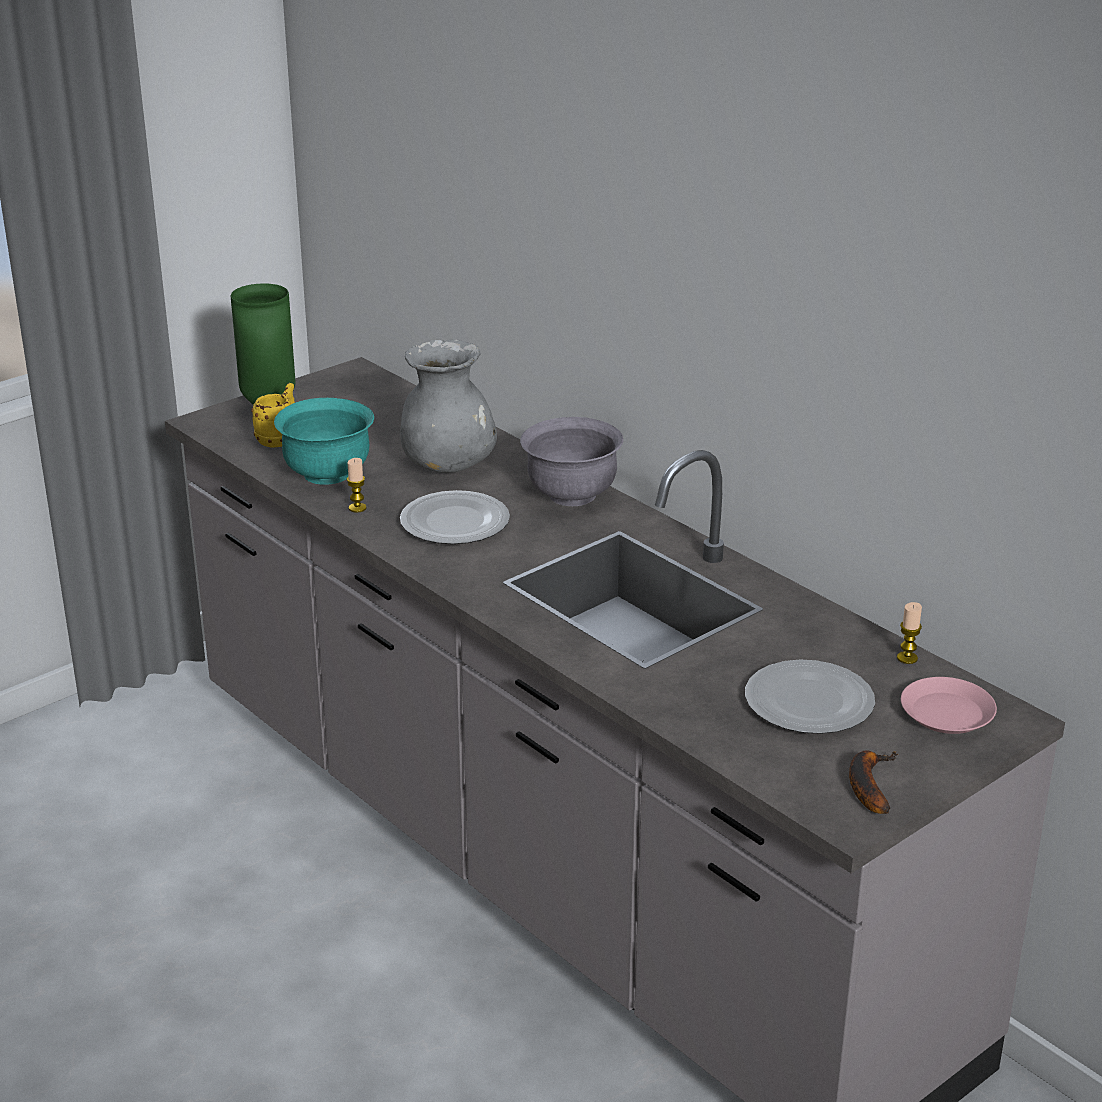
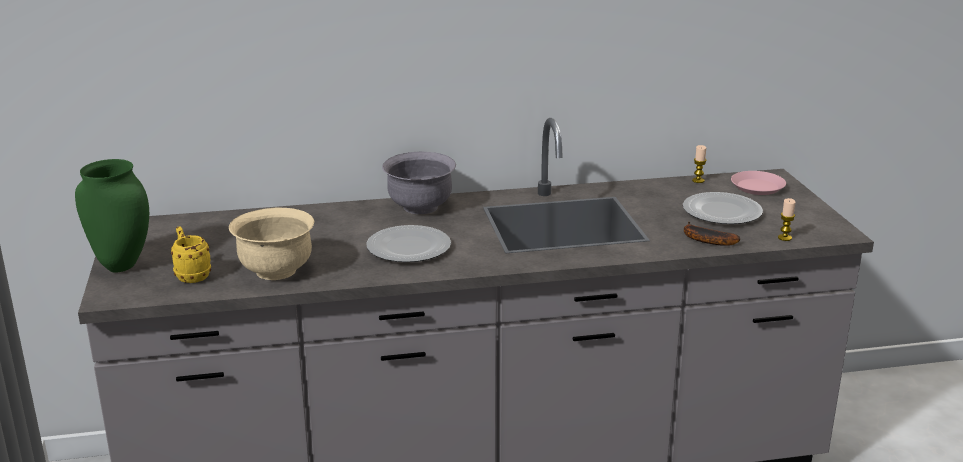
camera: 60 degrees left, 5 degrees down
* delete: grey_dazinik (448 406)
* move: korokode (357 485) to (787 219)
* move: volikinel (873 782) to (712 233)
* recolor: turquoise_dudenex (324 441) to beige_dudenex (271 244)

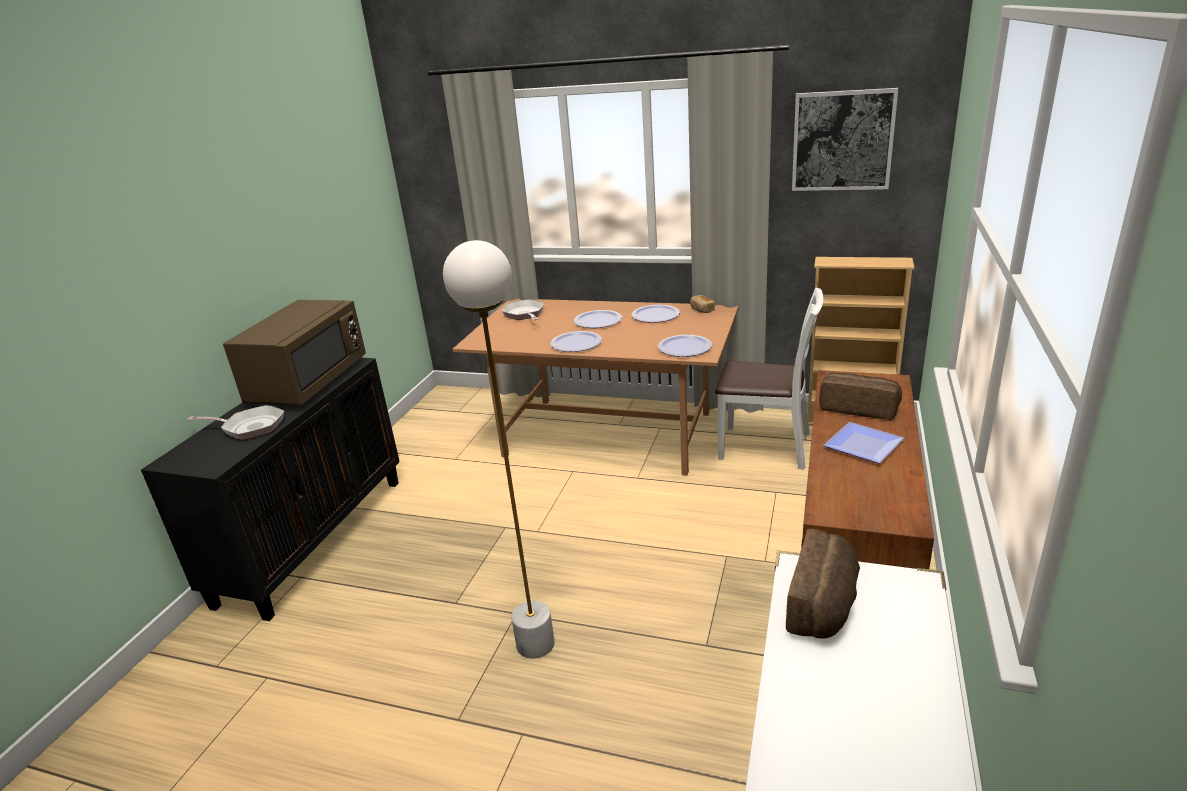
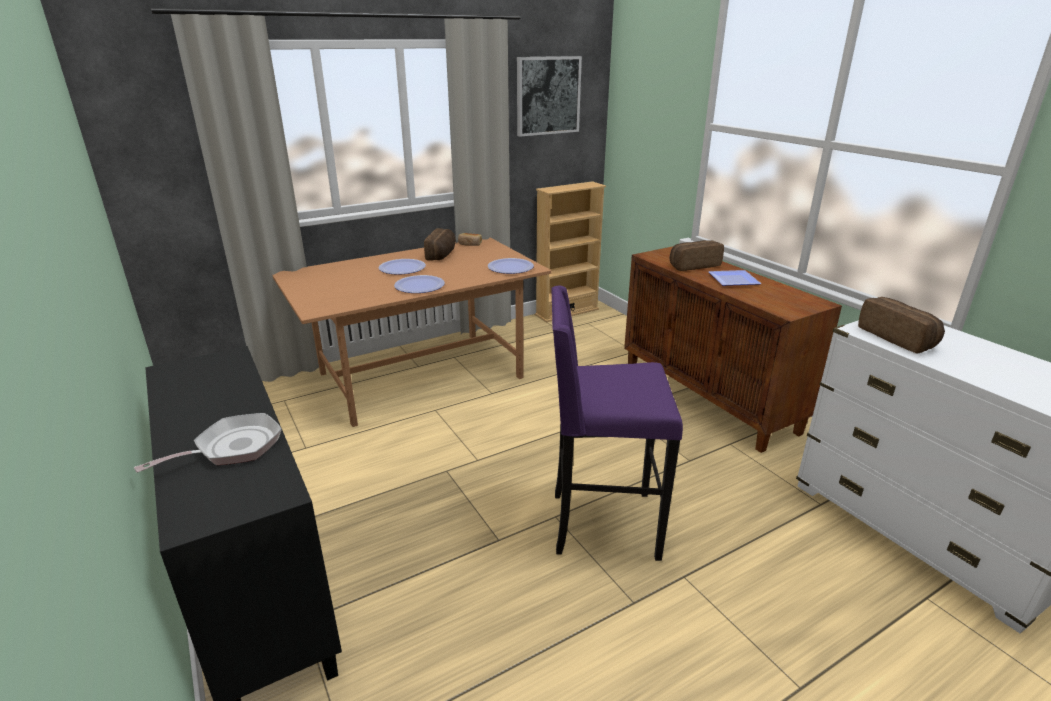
camera: 50 degrees left, 0 degrees up
* delete: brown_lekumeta (294 353)
* delete: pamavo (523 309)
* delete: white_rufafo (769 379)
* replace: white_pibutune (499 449) to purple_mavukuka (617 423)
* replace: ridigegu (656 314) to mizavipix (440 244)

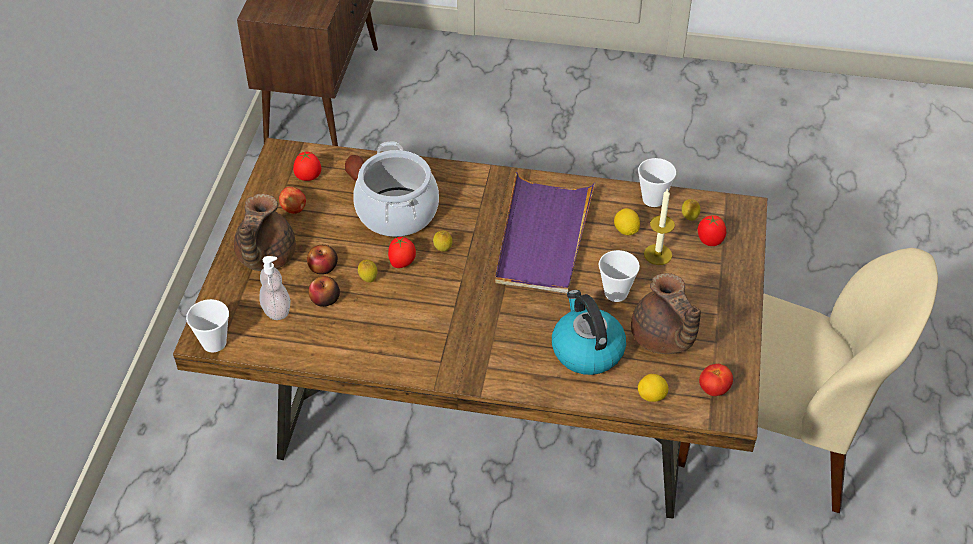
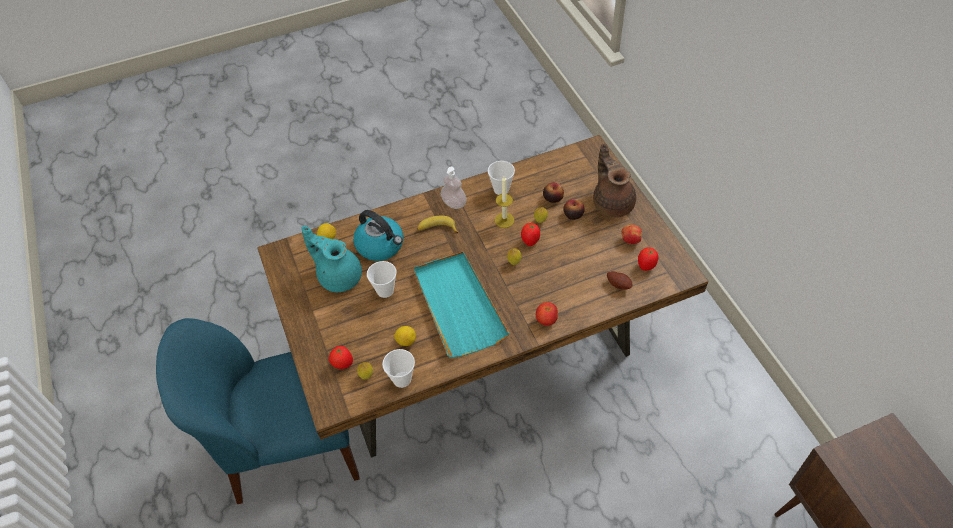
camera: 150 degrees right, 5 degrees up
* delete: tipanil (396 189)
* insert: volikinel (438 224)
* move: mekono (207 326) to (501 178)
* move: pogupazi (274 288) to (454 188)
* move: korokode (659 226) to (504 202)
* move: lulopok (716 380) to (547 314)
* recolor: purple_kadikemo (545 233) to turquoise_kadikemo (462 304)
* recolor: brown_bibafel (666 313) to turquoise_bibafel (331 258)
* recolor: beige_rufafo (808 380) to blue_rufafo (258 411)

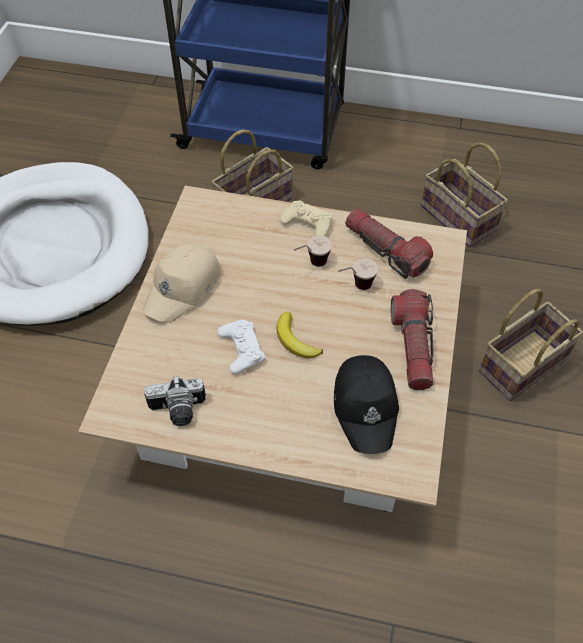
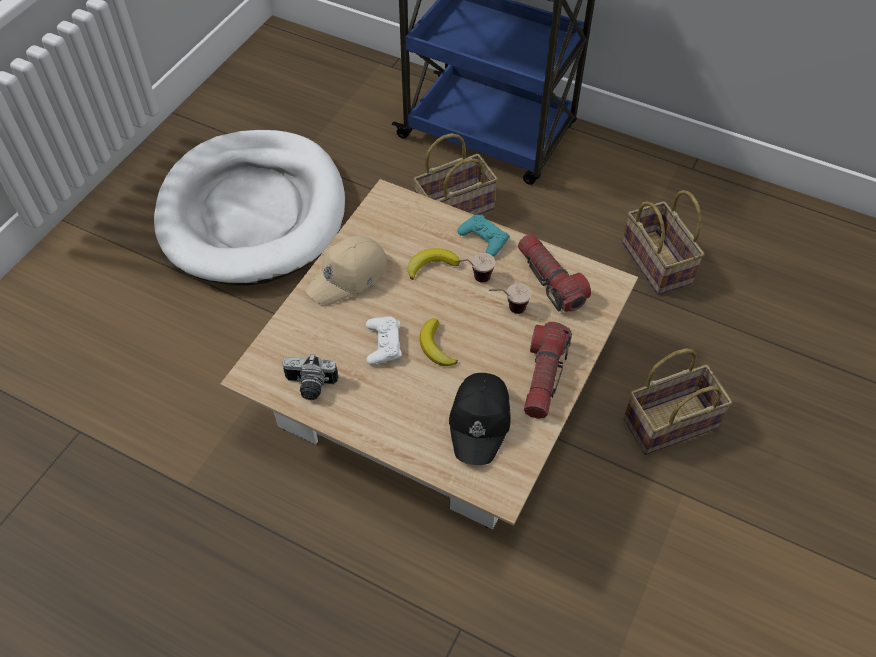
camera: 15 degrees right, 0 degrees up
* insert: volikinel (434 264)
* recolor: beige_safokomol (306 218) to turquoise_safokomol (483 236)

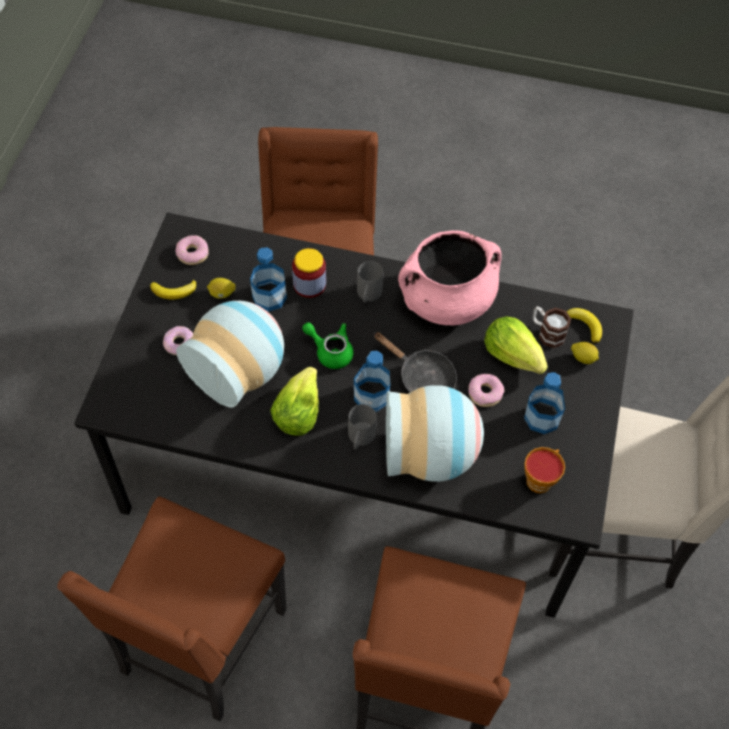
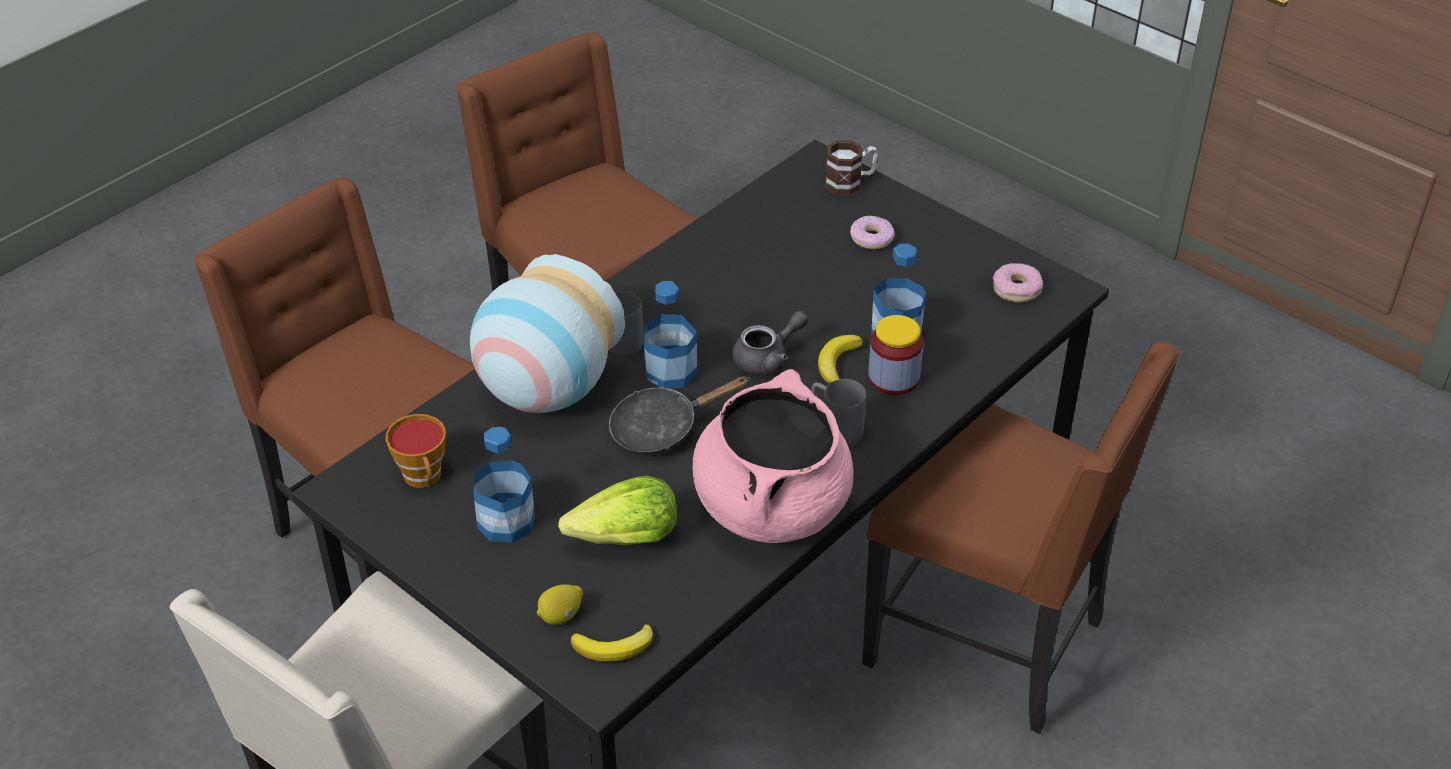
camera: 120 degrees right, 15 degrees down
* delete: dazinik (230 354)
* delete: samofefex (221 288)
* delete: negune (294 401)
* delete: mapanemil (486 390)
* move: volikinel (173 289) to (840 359)
* move: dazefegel (552 327) to (852 168)
* recolor: green_bibafel (328 345) to grey_bibafel (769 343)

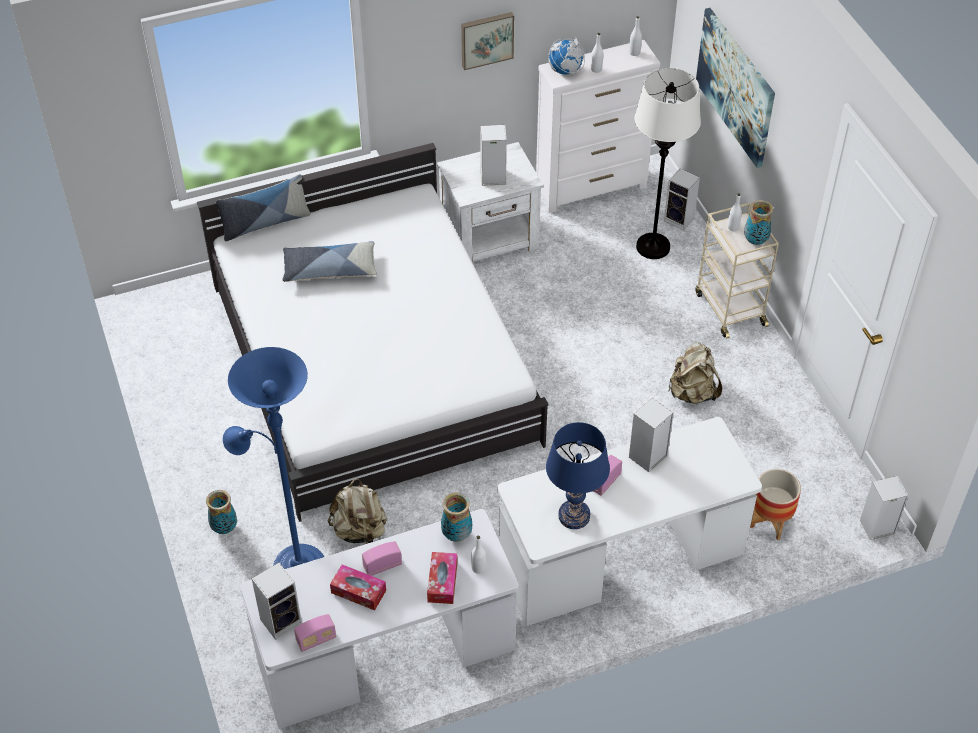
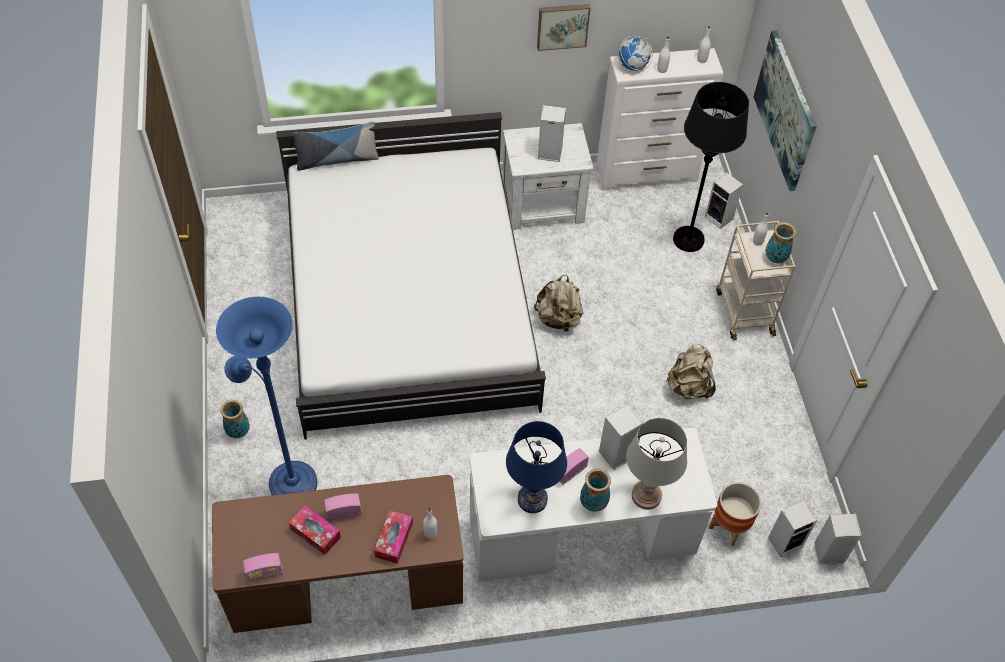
camera: 10 degrees right, 5 degrees up
* delete: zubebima (329 261)
* insert: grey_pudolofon (656 464)
* move: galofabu (277 601) to (792 529)
* move: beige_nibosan (357 511) to (559 304)
* move: dazinik (456 517) to (595 490)
* recolor: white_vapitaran (379 619) to brown_vapitaran (337 554)
* recolor: white_pibutune (667 163) to black_pibutune (711 167)

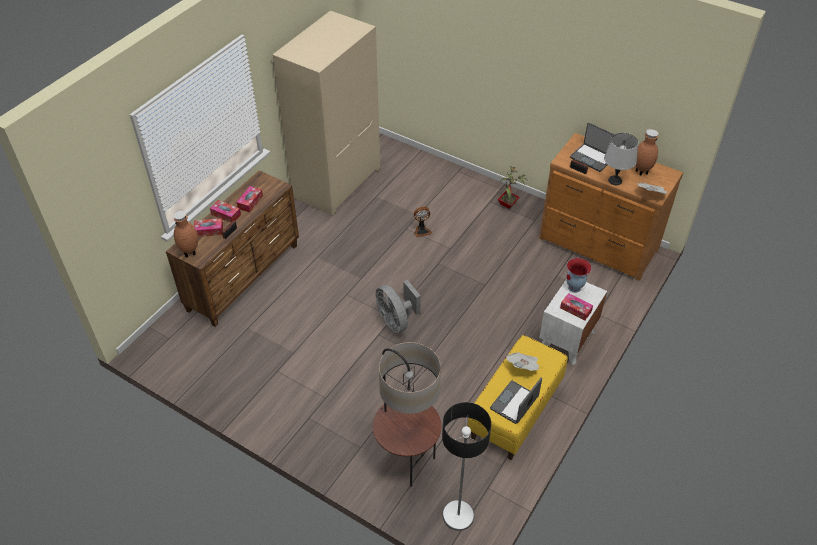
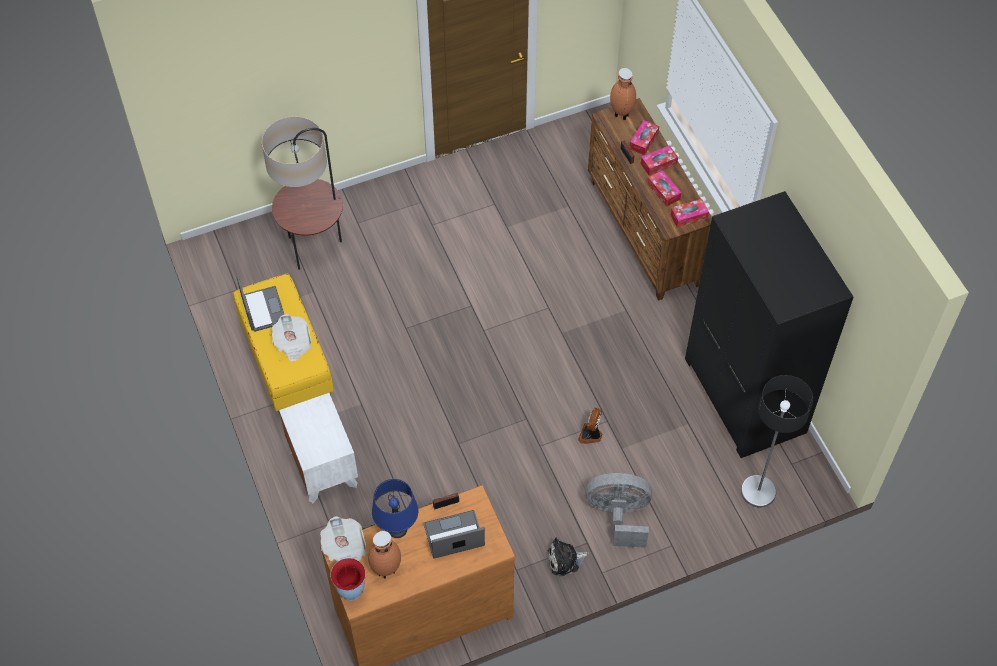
camera: 125 degrees right, 10 degrees up
* move: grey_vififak (398 306) to (618 510)
* move: pibutune (466 466) to (777 441)
* move: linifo (576 307) to (689 213)
* move: dazinik (578 275) to (348 579)
* replace: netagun (512 187) to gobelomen (568 556)
* recolor: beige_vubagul (326 113) to black_vubagul (769 324)
* recolor: grey_pudolofon (621 159) to blue_pudolofon (395 508)

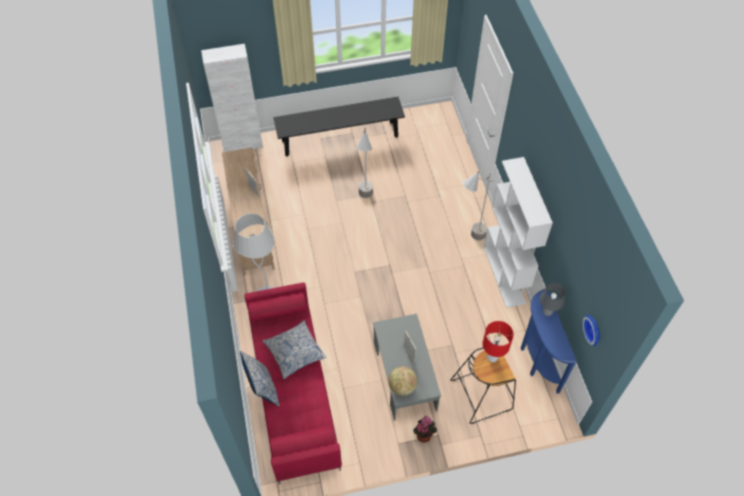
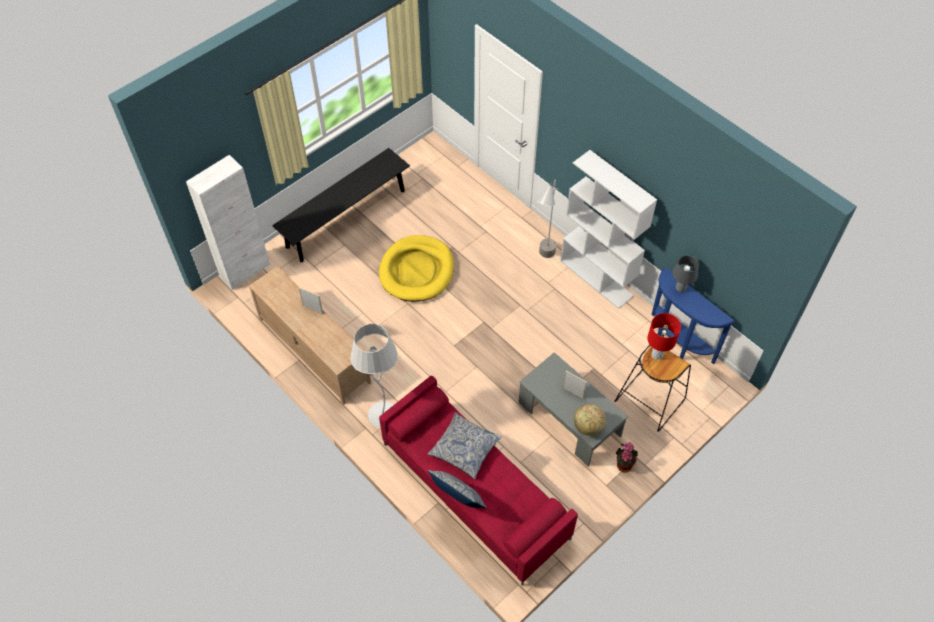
camera: 30 degrees left, 0 degrees up
* delete: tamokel (591 330)
* replace: grey_pibutune (364 163) to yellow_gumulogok (416 268)

